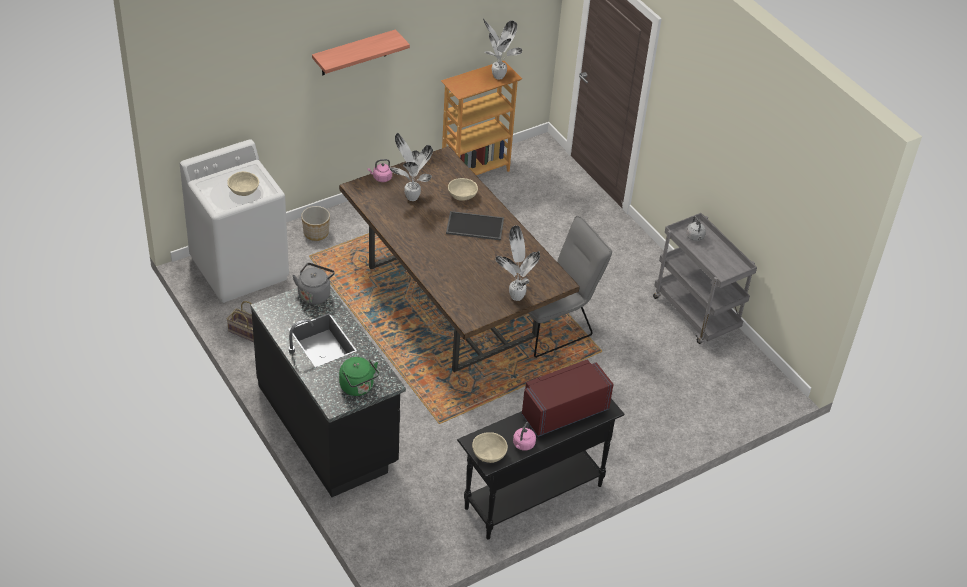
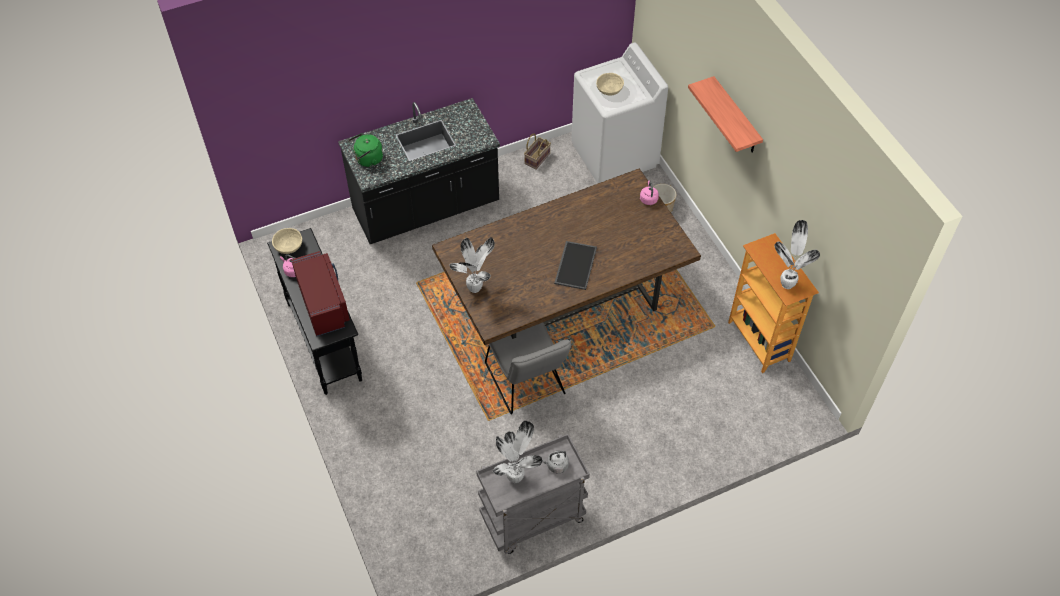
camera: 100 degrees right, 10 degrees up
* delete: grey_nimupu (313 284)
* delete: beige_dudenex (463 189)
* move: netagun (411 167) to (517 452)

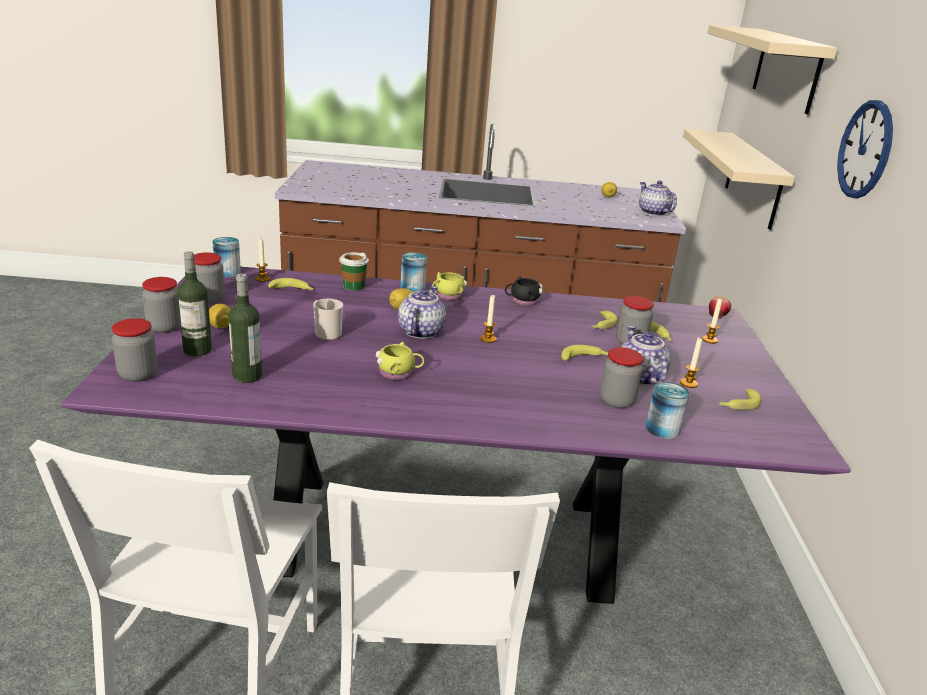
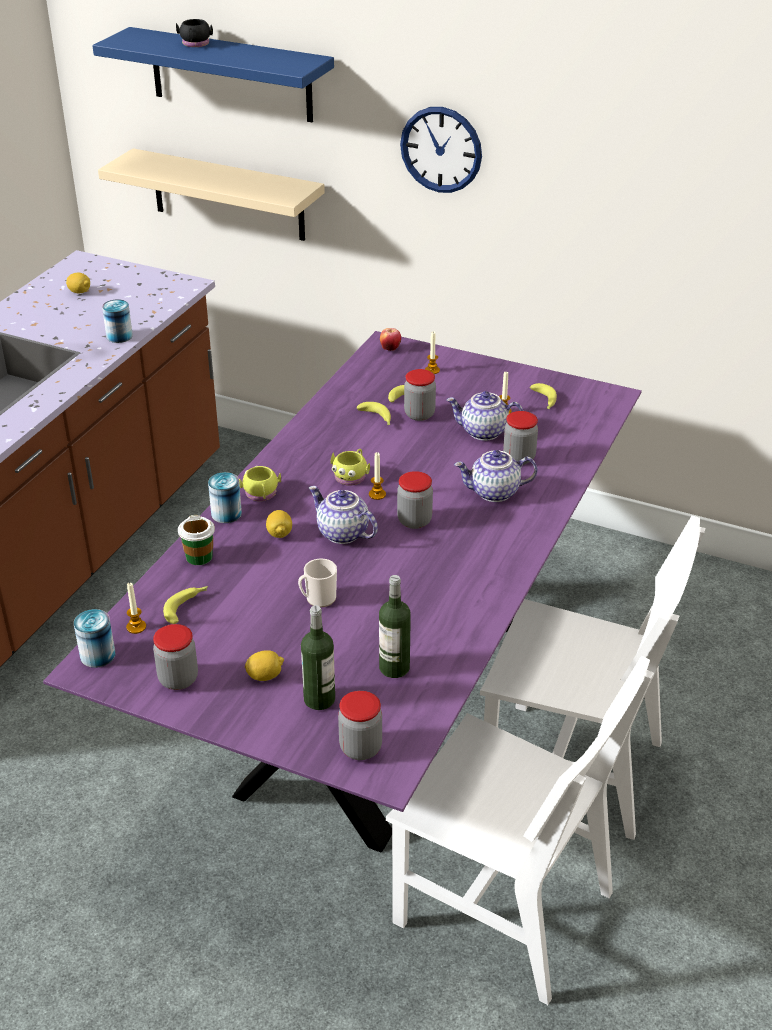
camera: 65 degrees left, 10 degrees up
* delete: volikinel (584 353)
* move: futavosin (161 305) to (415 500)
* move: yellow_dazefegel (399 361) to (350 467)
* move: black_dazefegel (524 291) to (194 33)
* move: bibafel (658 198) to (495 476)
* move: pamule (667 410) to (117 321)
* recolor: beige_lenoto (772 69) to blue_lenoto (213 74)

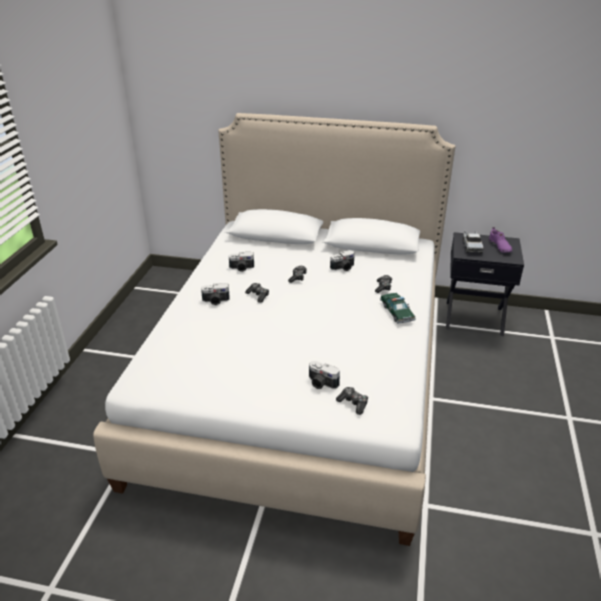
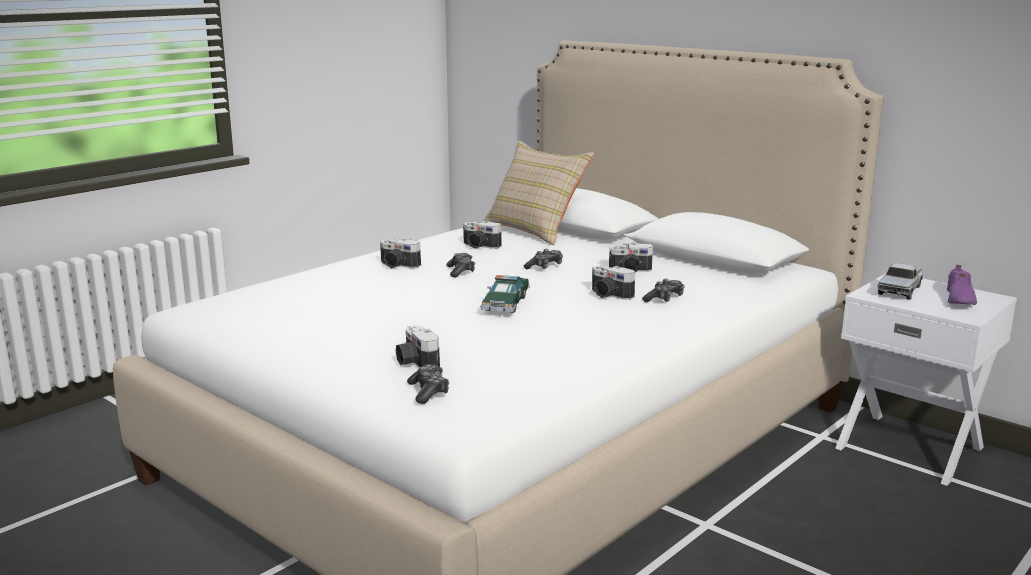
camera: 30 degrees right, 15 degrees down
* insert: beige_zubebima (538 193)
* insert: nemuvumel (613 283)
* move: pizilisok (398 308) to (505 294)
* recolor: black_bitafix (485 284) to white_bitafix (926 379)

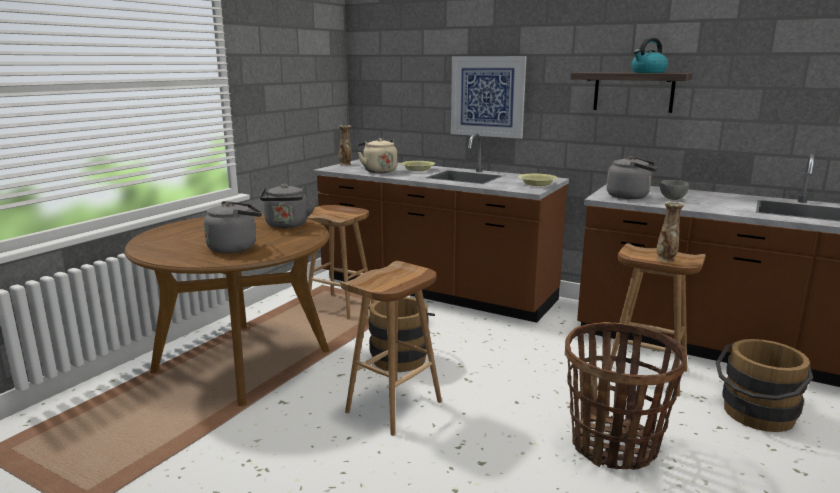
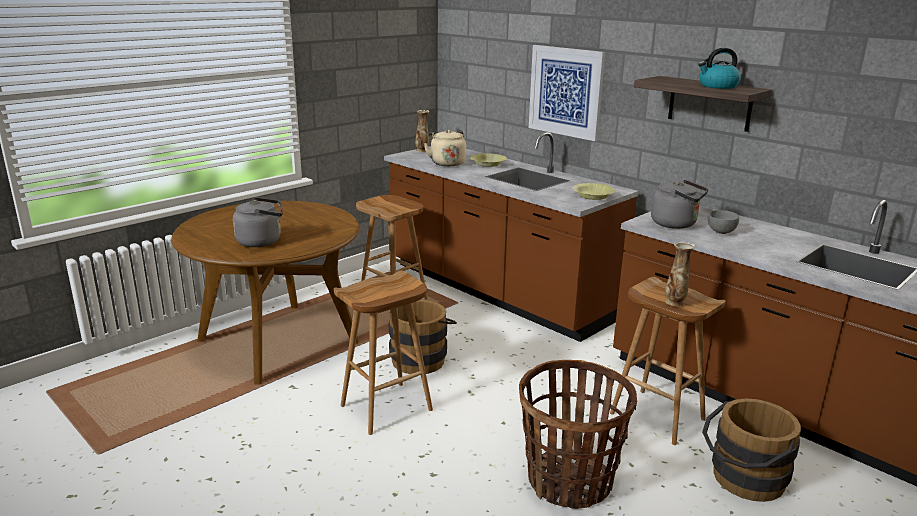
camera: 15 degrees right, 5 degrees up
* delete: grey_nimupu (288 206)

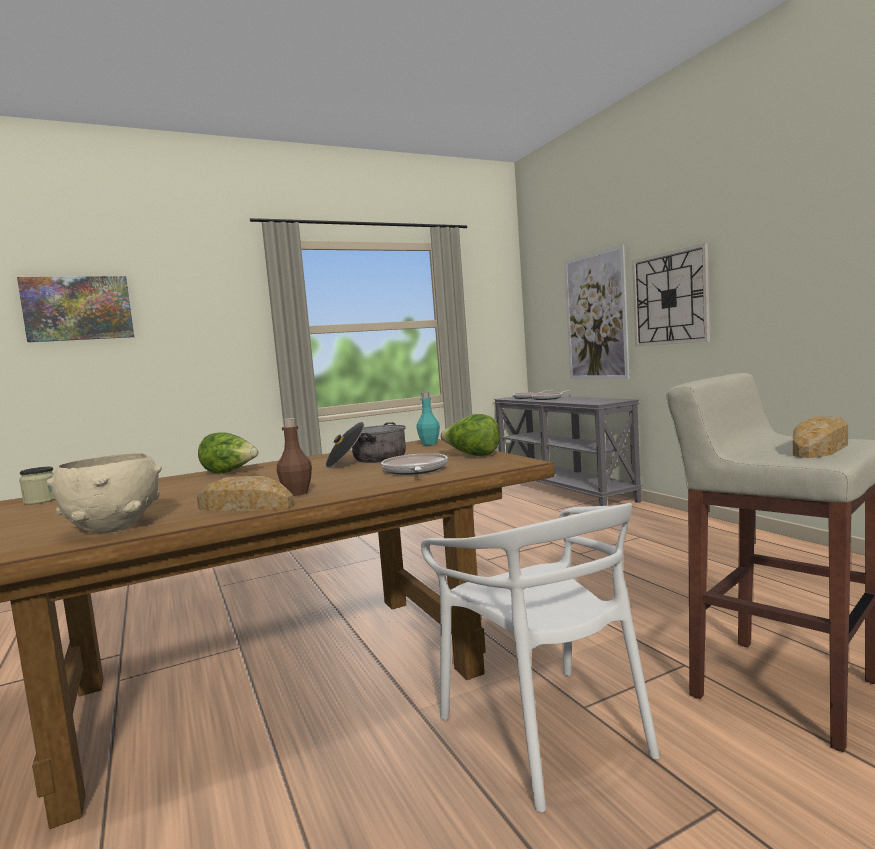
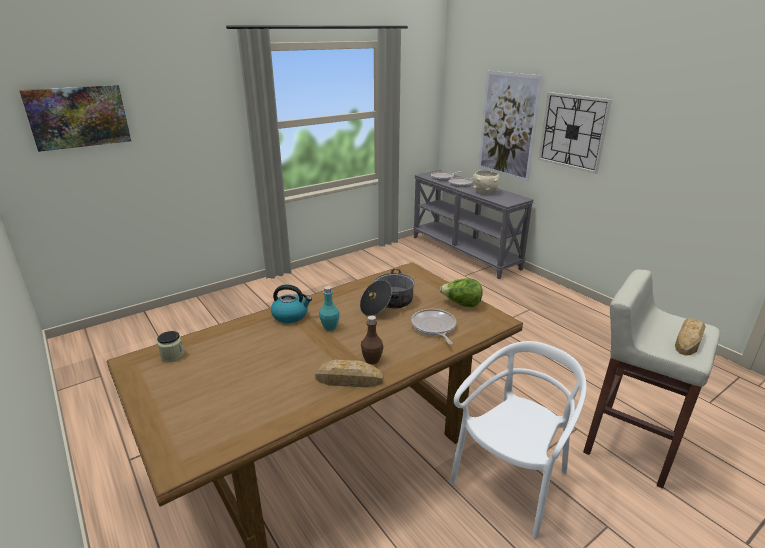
camera: 10 degrees left, 20 degrees up
* move: beige_dudenex (104 493) to (486 182)
* move: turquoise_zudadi (428 418) to (329 308)
* replace: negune (228 453) to nimupu (291 303)
* rotate: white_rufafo (540 657) = (518 439) 105 degrees counterclockwise

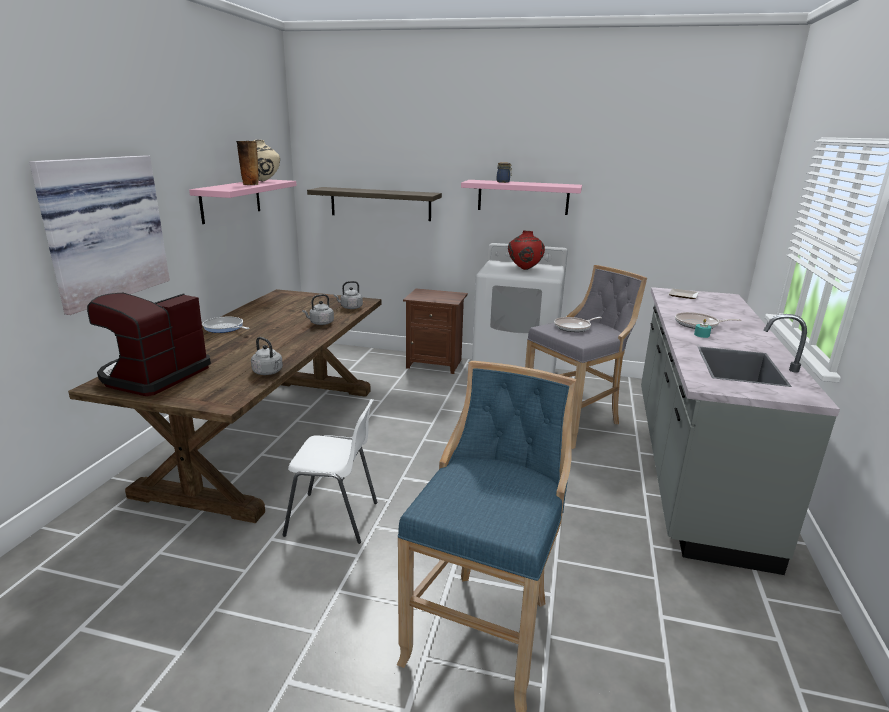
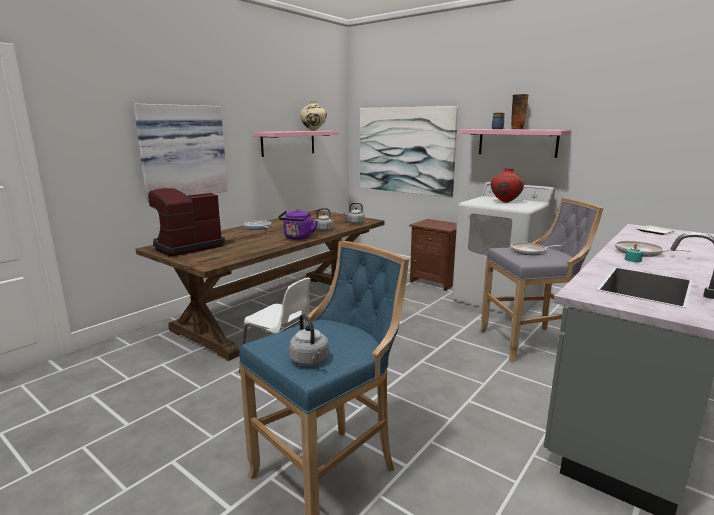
camera: 25 degrees right, 5 degrees down
* insert: purple_nimupu (298 224)
* move: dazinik (247 163) to (519 111)
* move: grey_nimupu (267 356) to (309 340)
* replace: lenoto (374 204) to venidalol (409 152)

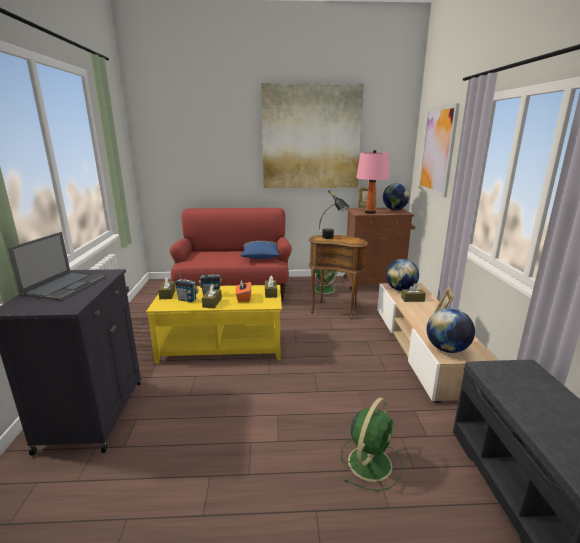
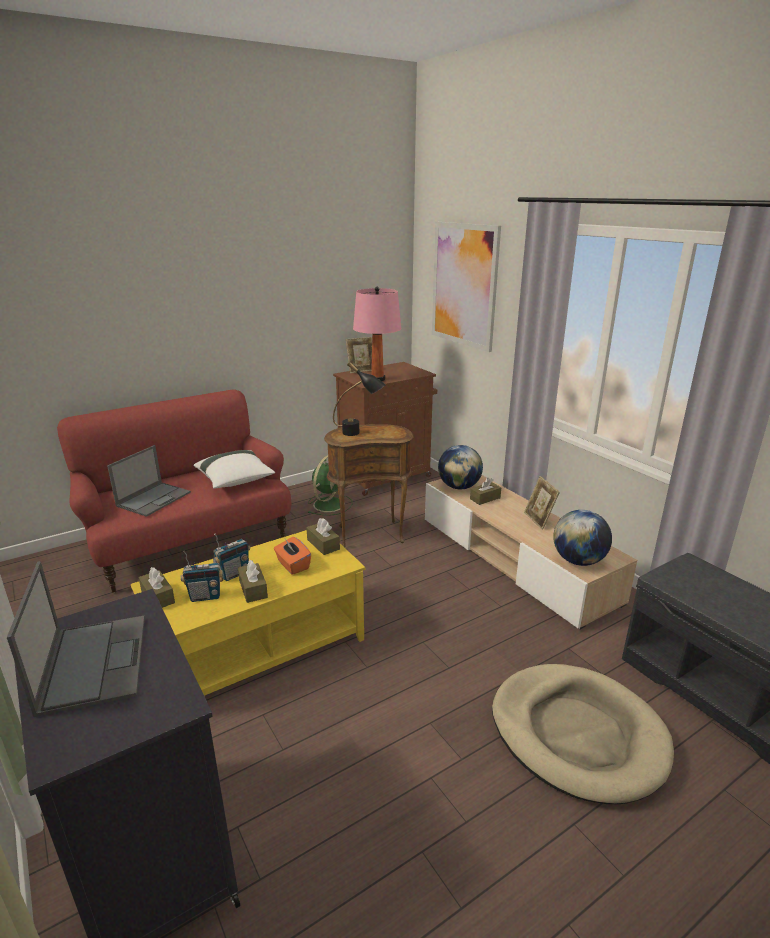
camera: 30 degrees left, 5 degrees up
* delete: venidalol (312 135)
* delete: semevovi (396 196)
* insert: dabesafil (149 481)
* replace: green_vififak (372 444) to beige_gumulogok (583 734)
* recolor: blue_zubebima (260 250) to white_zubebima (234 469)

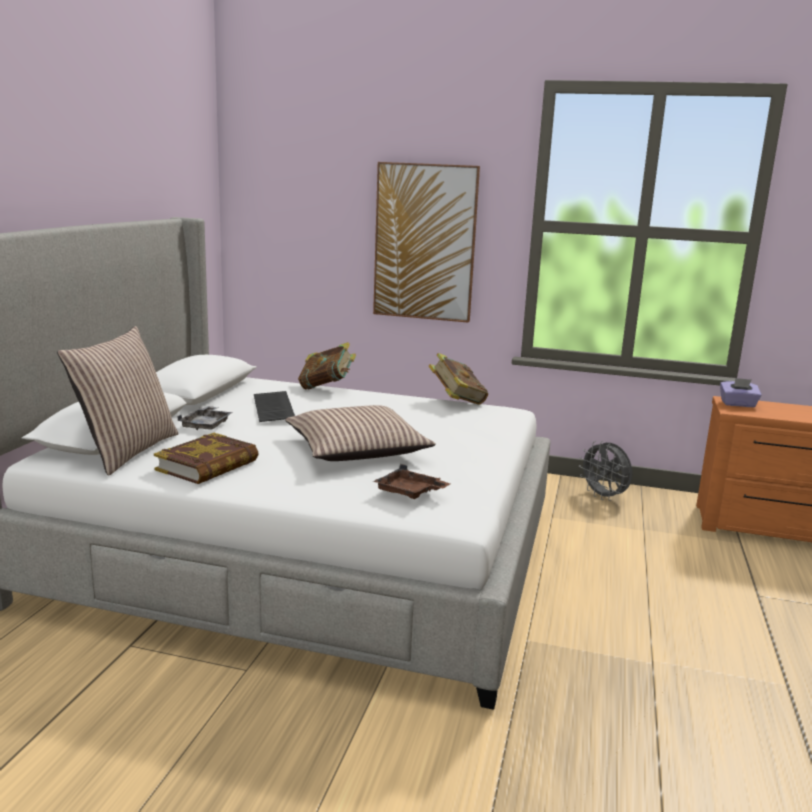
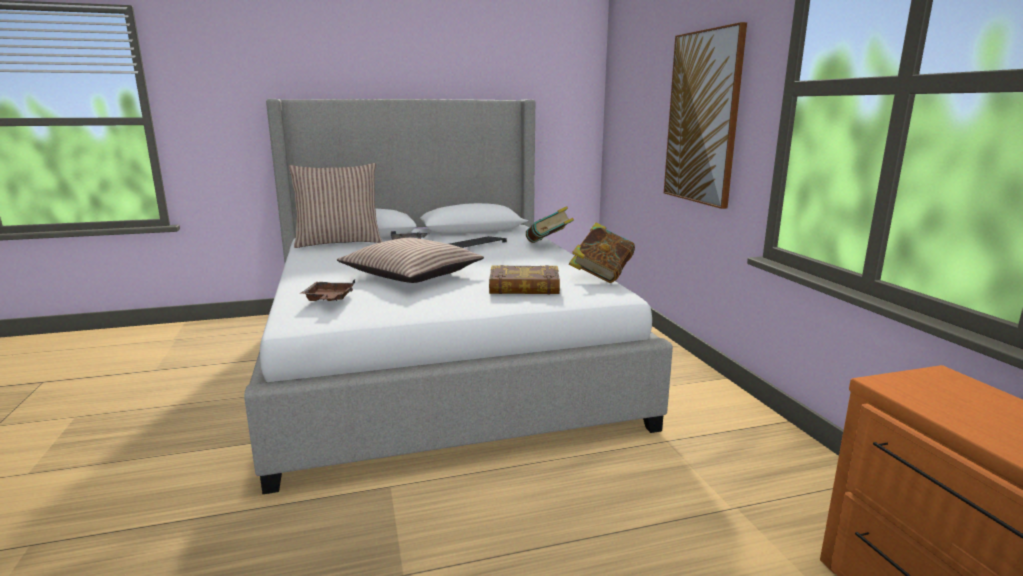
camera: 60 degrees right, 0 degrees up
* delete: grey_vififak (605 471)
* delete: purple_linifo (741 392)
* move: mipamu (206 458) to (524 279)

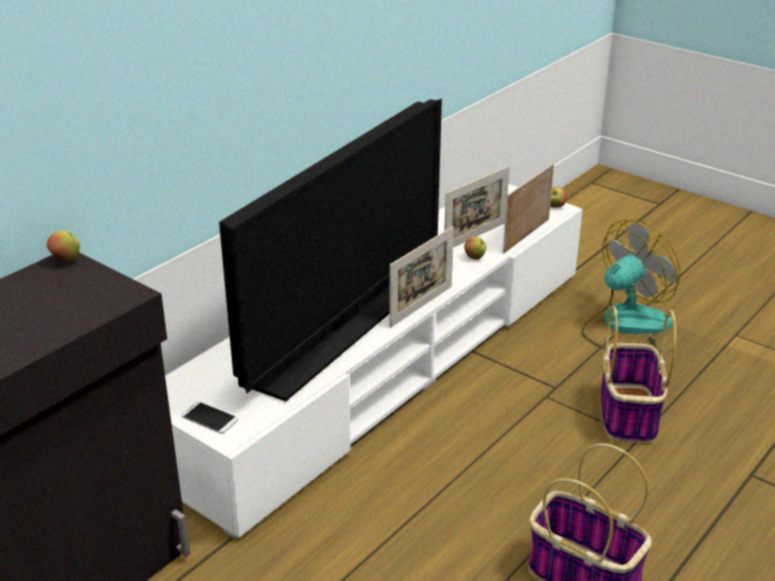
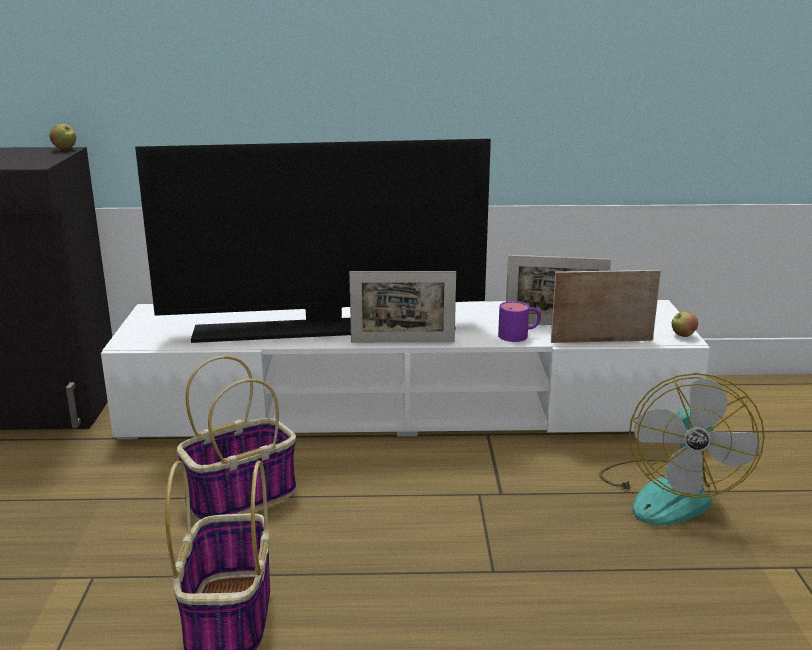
camera: 50 degrees right, 10 degrees down
* delete: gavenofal (209 418)
* move: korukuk (638 374) to (237 438)
* replace: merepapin (475 248) to purple_dazefegel (519 321)
* rotate: vififak (630 287) = (682 449) 90 degrees clockwise

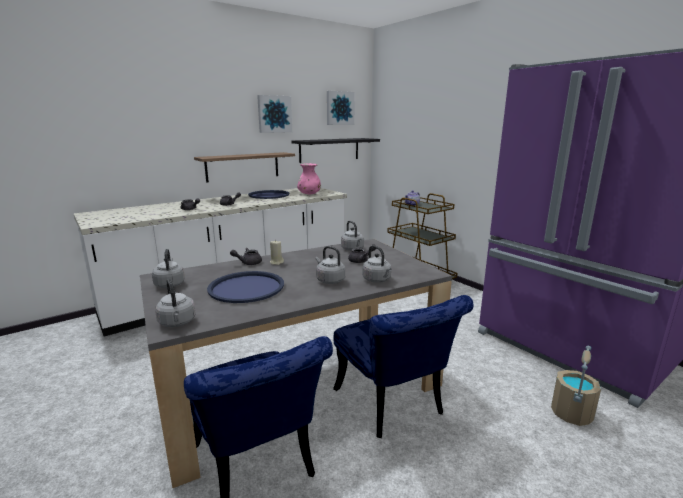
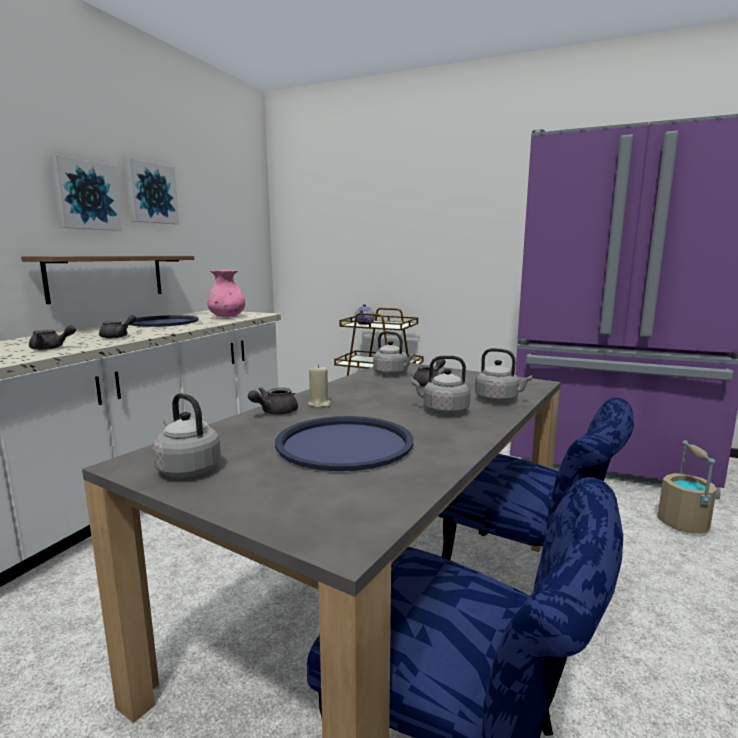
camera: 30 degrees left, 5 degrees down
* delete: grey_nimupu (175 303)
* delete: black_lenoto (335 150)
* move: venidalol (341 108) to (86 193)

